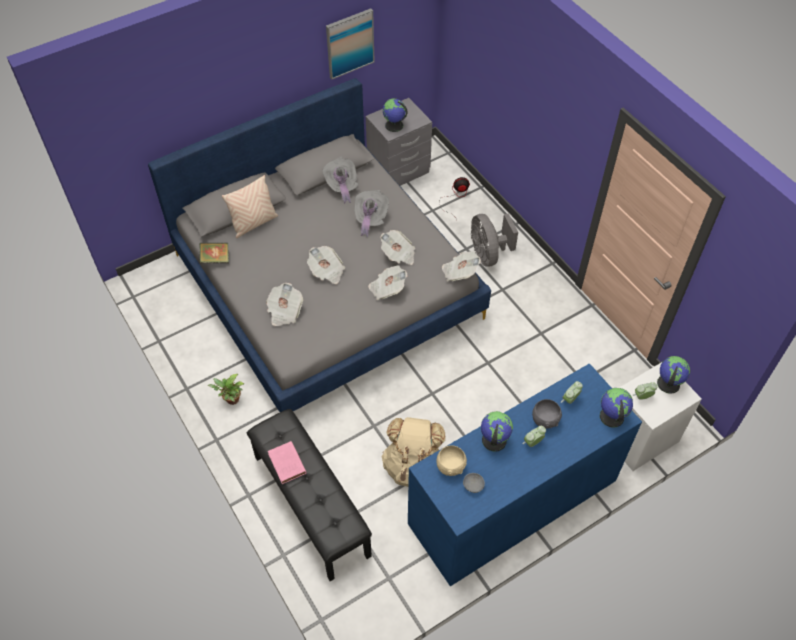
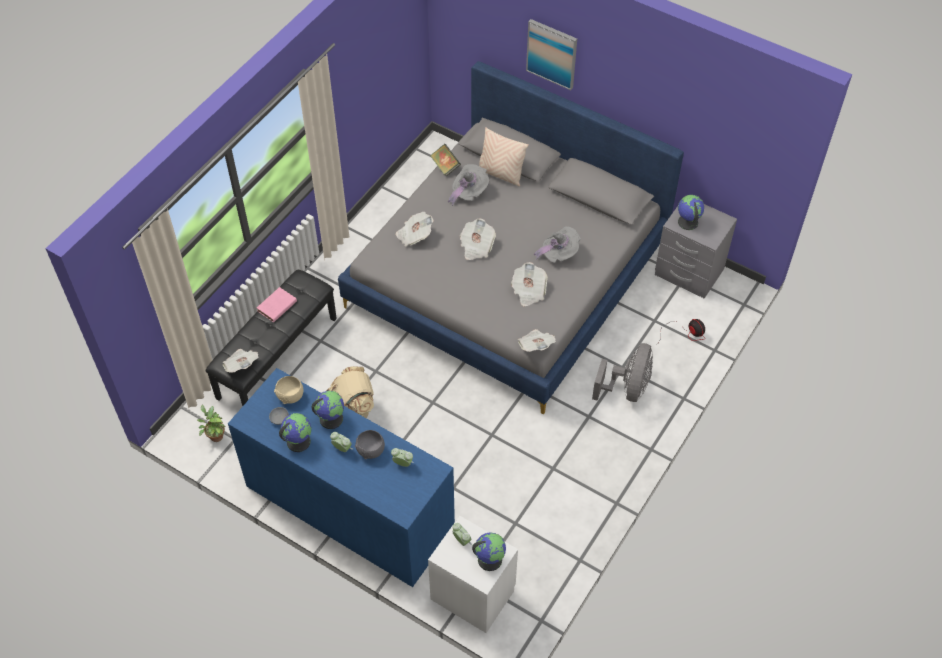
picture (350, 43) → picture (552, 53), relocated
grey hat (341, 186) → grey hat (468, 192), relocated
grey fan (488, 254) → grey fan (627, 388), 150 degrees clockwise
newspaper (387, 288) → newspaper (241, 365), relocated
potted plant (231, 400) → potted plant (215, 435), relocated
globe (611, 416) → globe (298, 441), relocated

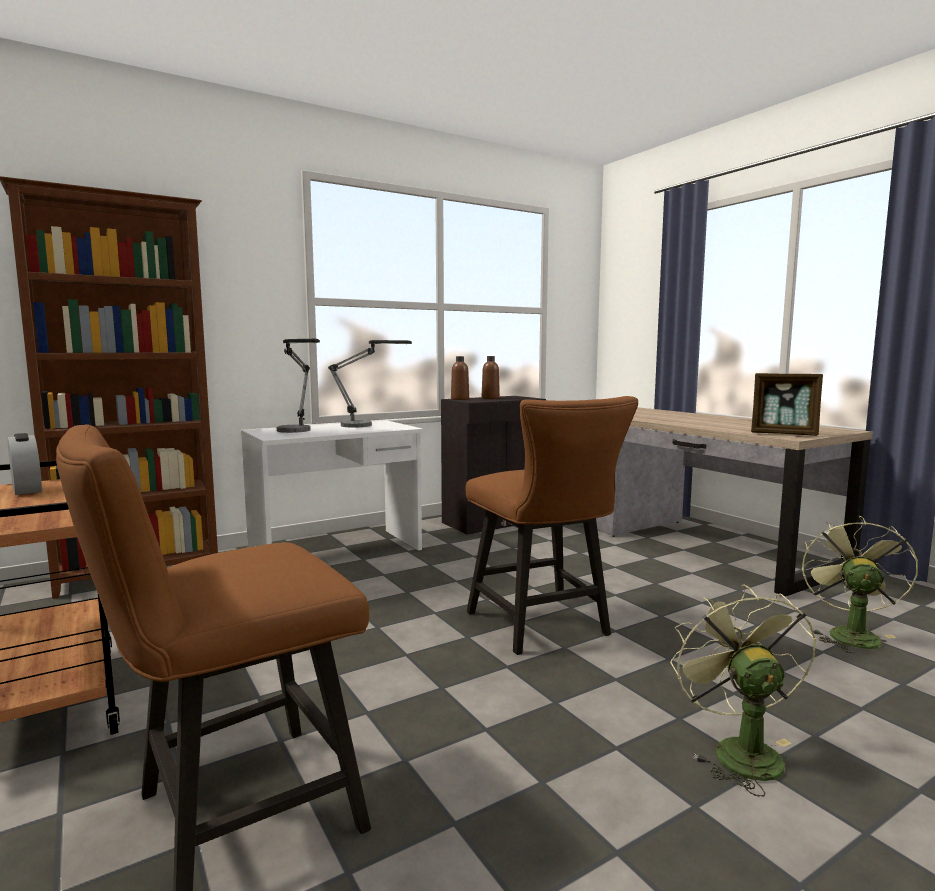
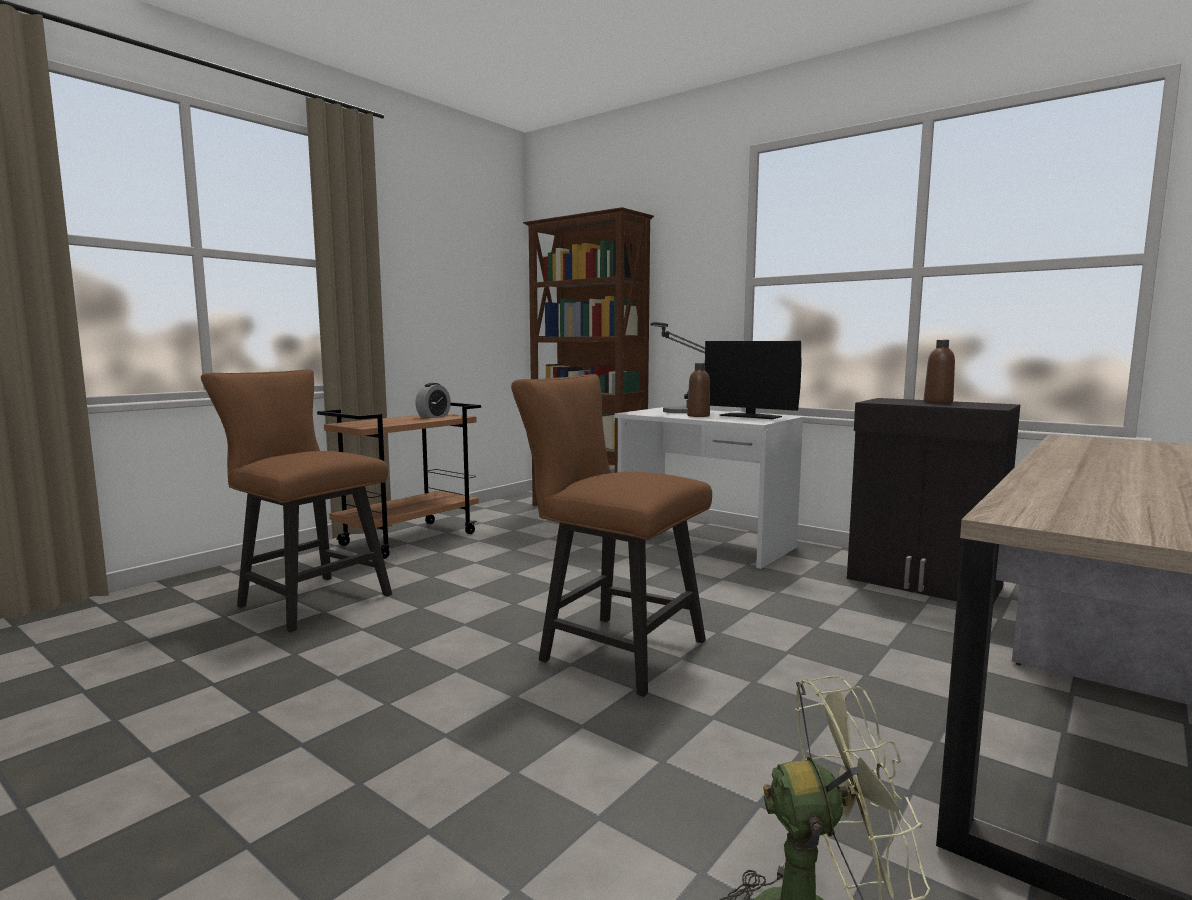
table lamp (366, 425) → monitor (750, 416)
brown bottle (460, 399) → brown bottle (698, 416), relocated
picture frame (784, 434) → -
brown chair (543, 627) → brown chair (612, 649), 75 degrees clockwise
green fan (738, 750) → -

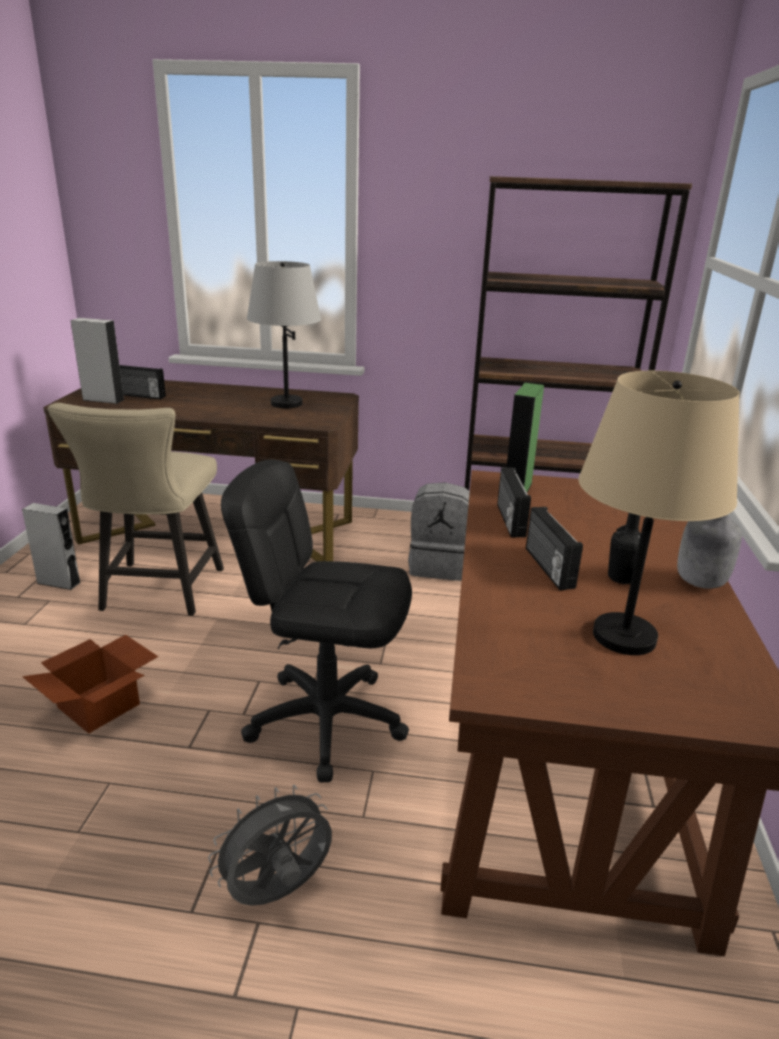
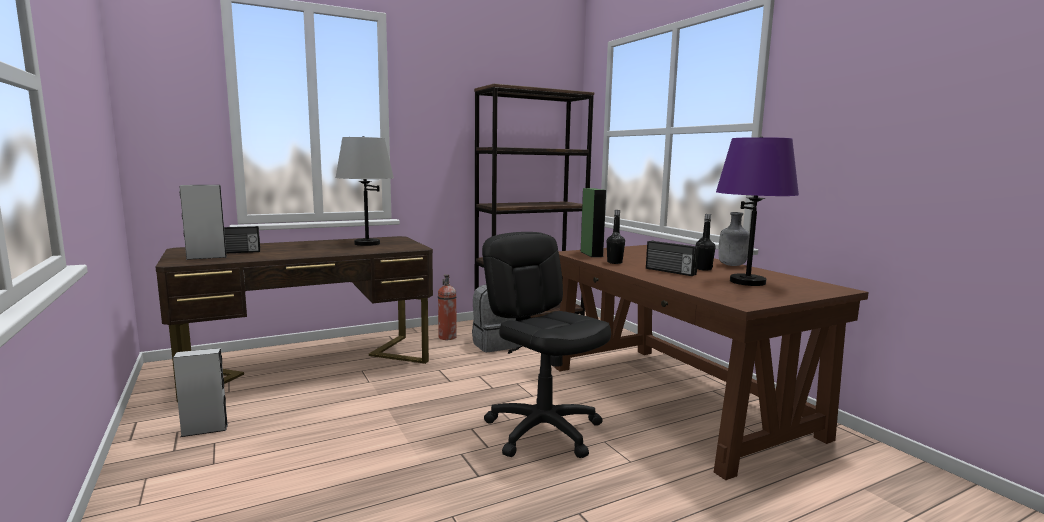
beige table lamp (624, 637) → purple table lamp (748, 282)
beige chair (158, 593) → -
black office chair (326, 720) → black office chair (543, 430), 75 degrees clockwise
radio (509, 520) → black bottle (614, 262)
cardboard box (101, 705) → -
grey fan (278, 893) → -
- → fire extinguisher (447, 337)

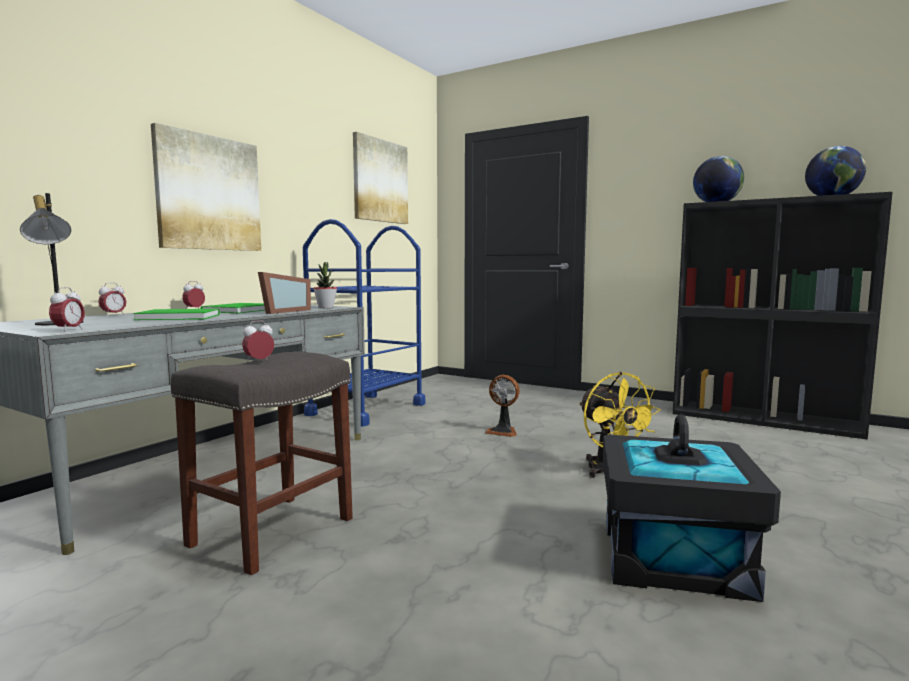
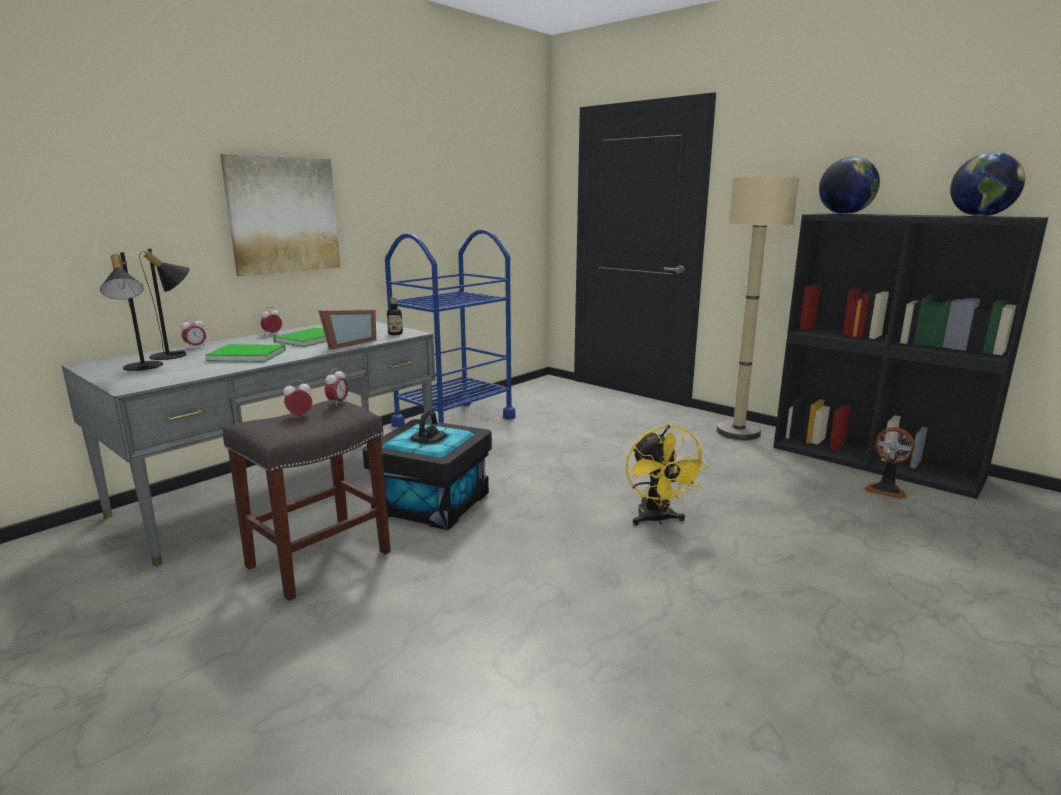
picture (380, 181) → -
potted plant (325, 307) → bottle (395, 334)
alarm clock (69, 330) → alarm clock (338, 403), relocated
fan (503, 432) → fan (886, 490), relocated
black storage box (675, 557) → black storage box (432, 503), relocated
- → beige floor lamp (738, 432)
- → black table lamp (176, 355)

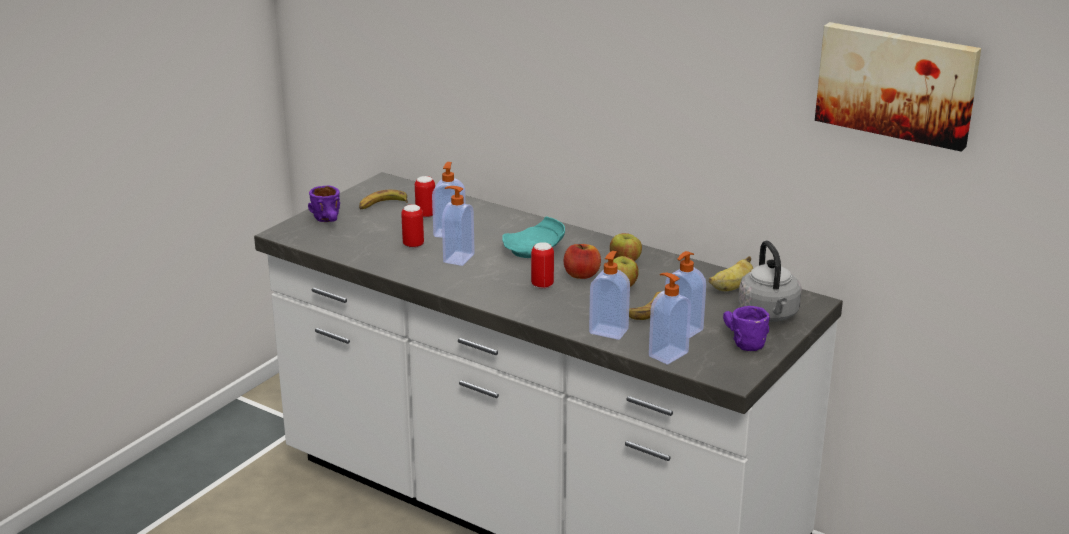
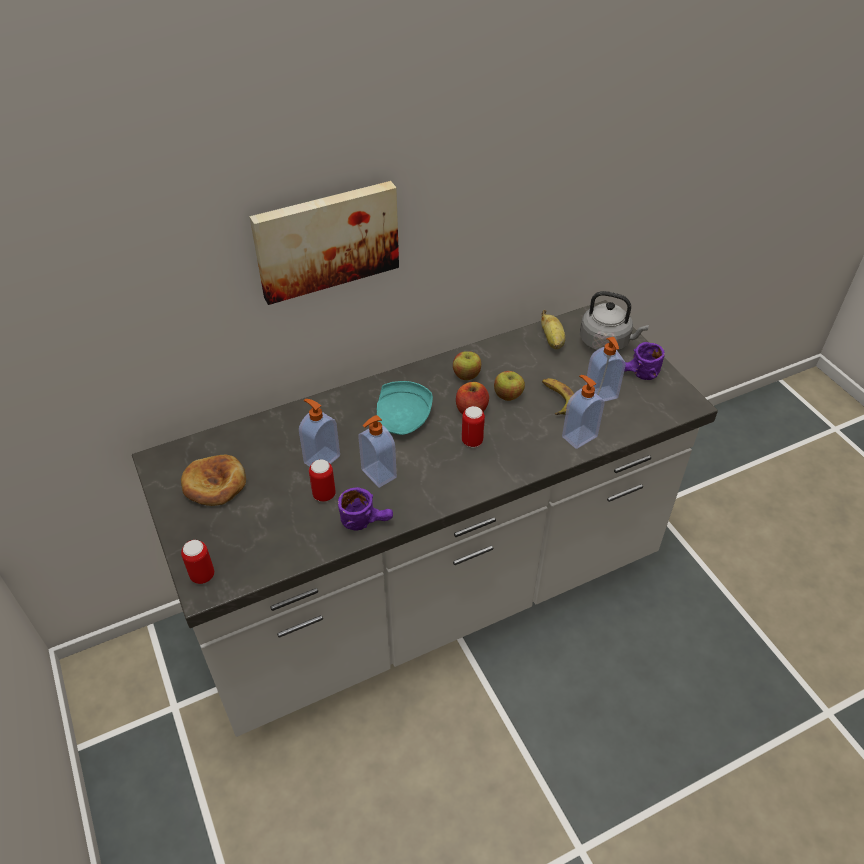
picture (897, 83) → picture (326, 239), relocated
can (426, 215) → can (202, 575), relocated
purple mug (330, 221) → purple mug (367, 520), relocated
banana (382, 205) → bread (215, 483)
soap dispenser (667, 354) → -

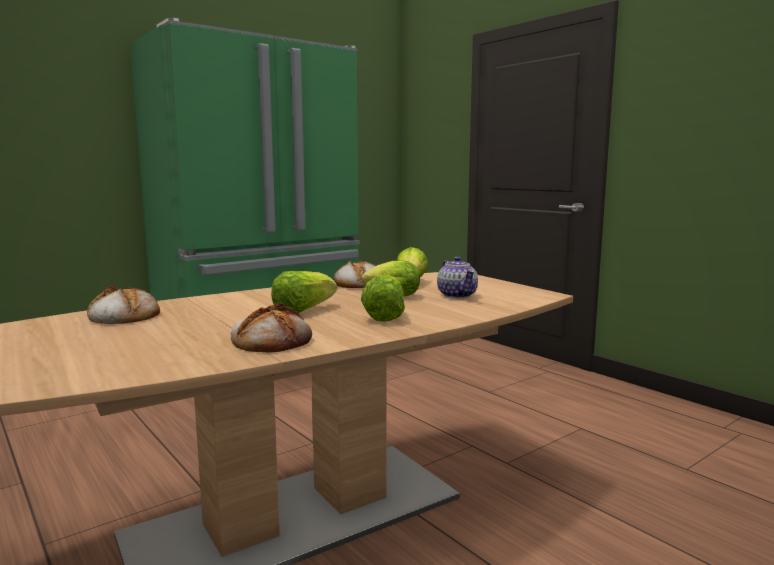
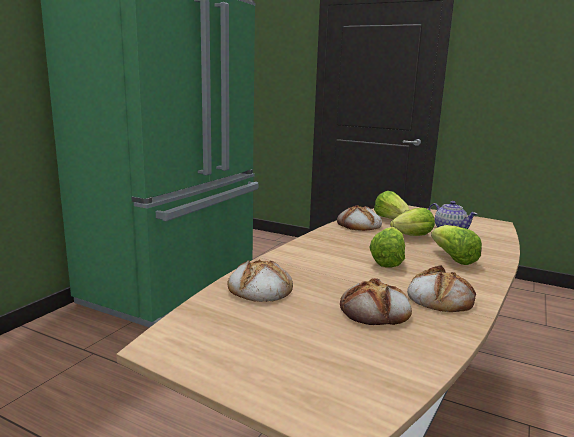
- → bread (375, 310)

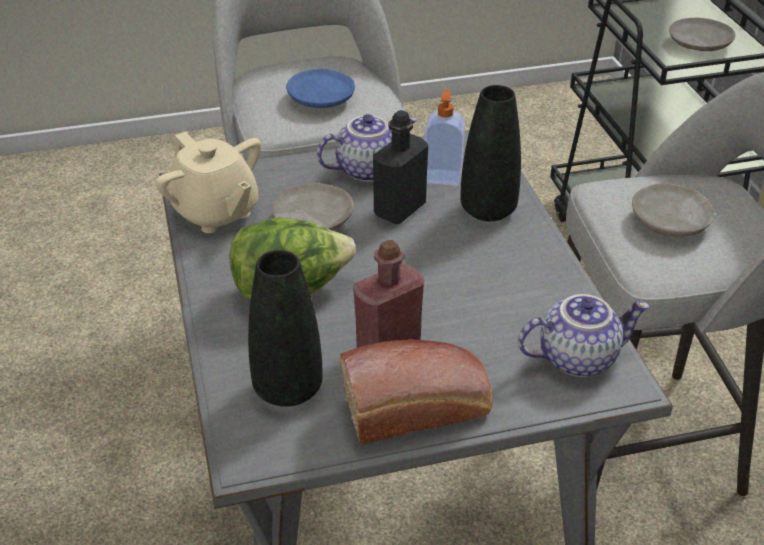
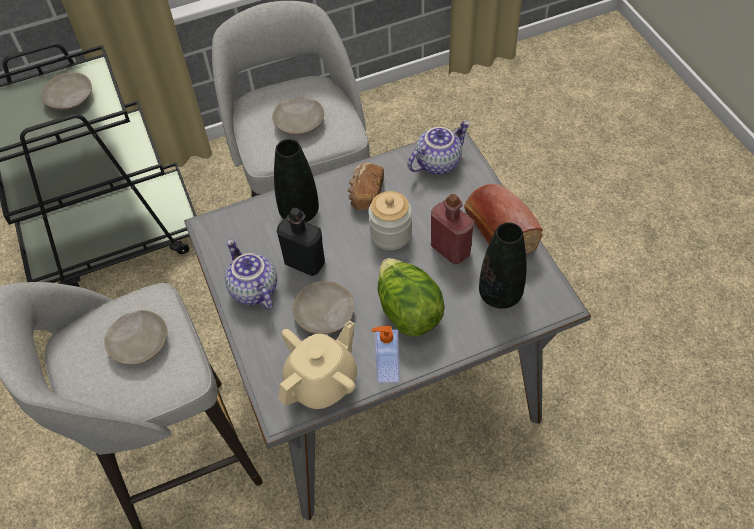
blue plate (322, 99) → beige plate (139, 342)
soap dispenser (442, 176) → soap dispenser (387, 369), relocated
teapot (577, 357) → teapot (437, 162), 75 degrees clockwise
- → bread (365, 194)
- → jar (391, 234)

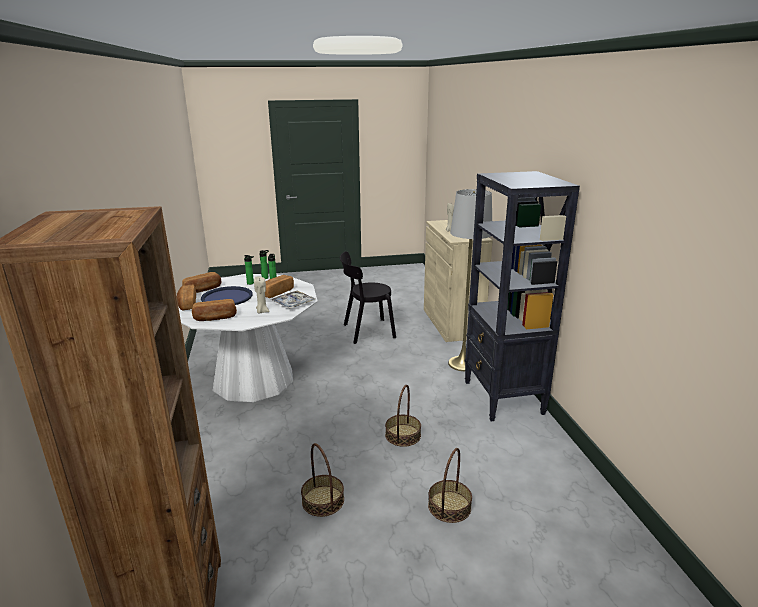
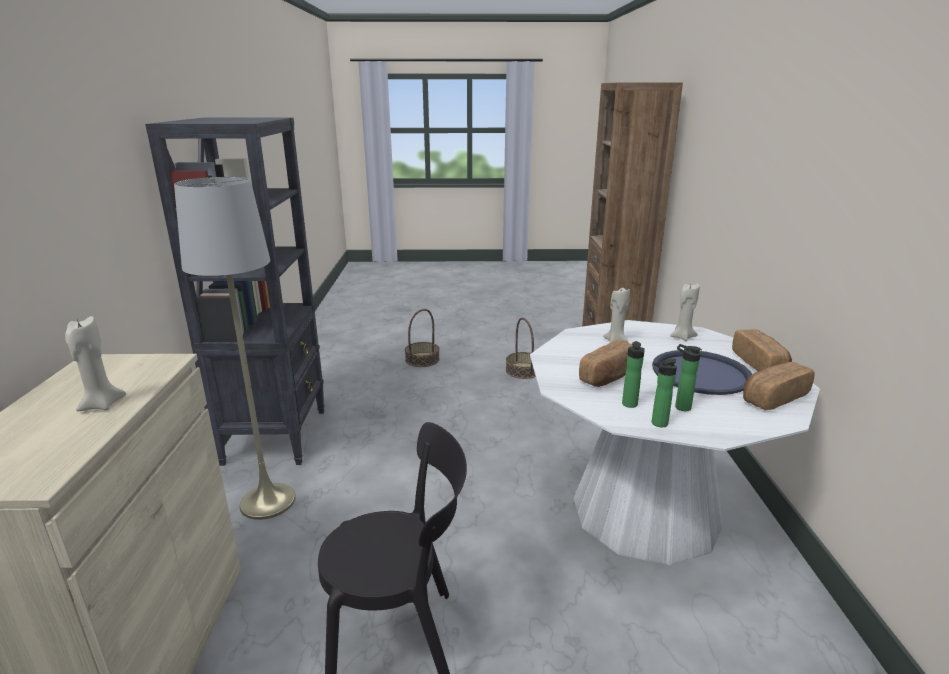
tray (293, 303) → -
bread (215, 318) → beige candle (682, 337)
basket (403, 435) → -

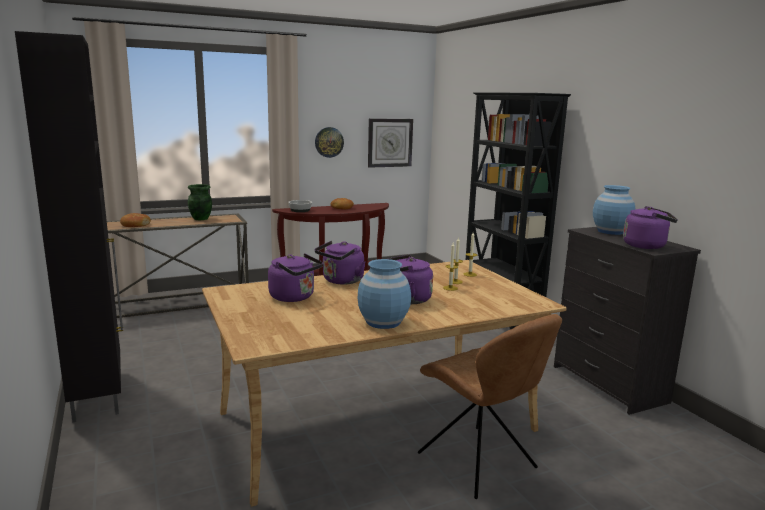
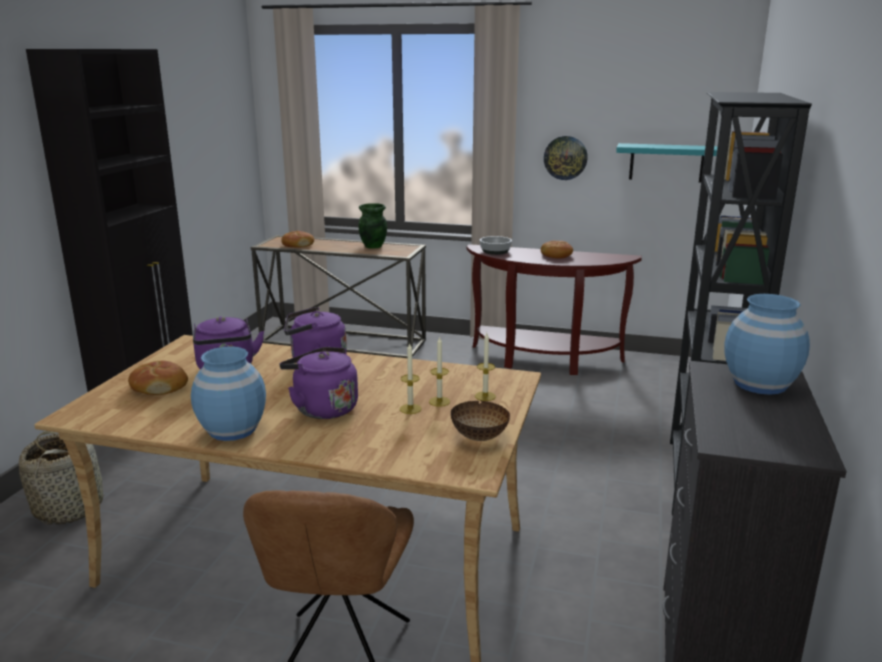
wall clock (390, 142) → turquoise shelf (666, 162)
purple kettle (647, 246) → -
- → bread (159, 386)
- → bowl (480, 437)
- → basket (69, 507)

